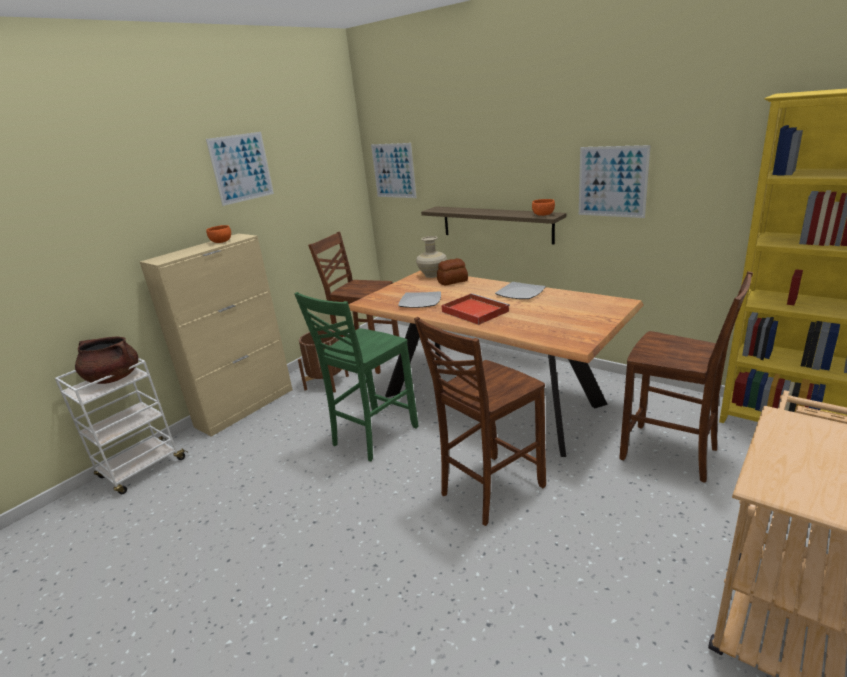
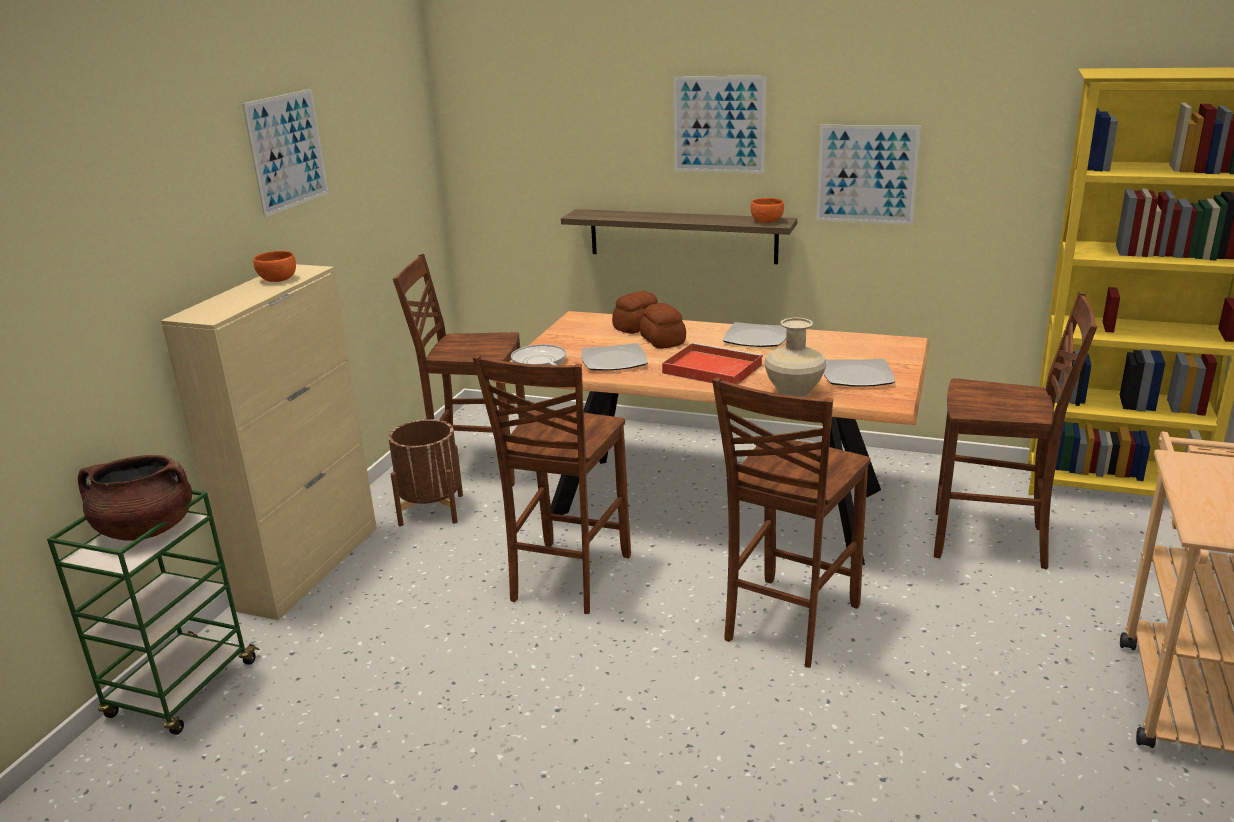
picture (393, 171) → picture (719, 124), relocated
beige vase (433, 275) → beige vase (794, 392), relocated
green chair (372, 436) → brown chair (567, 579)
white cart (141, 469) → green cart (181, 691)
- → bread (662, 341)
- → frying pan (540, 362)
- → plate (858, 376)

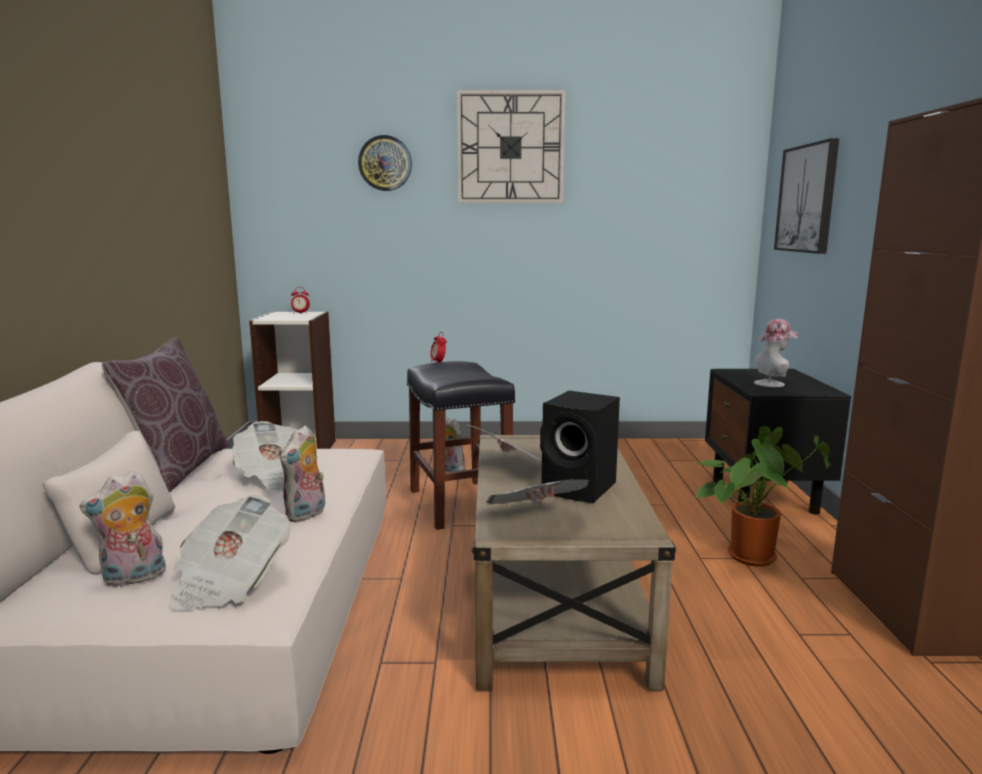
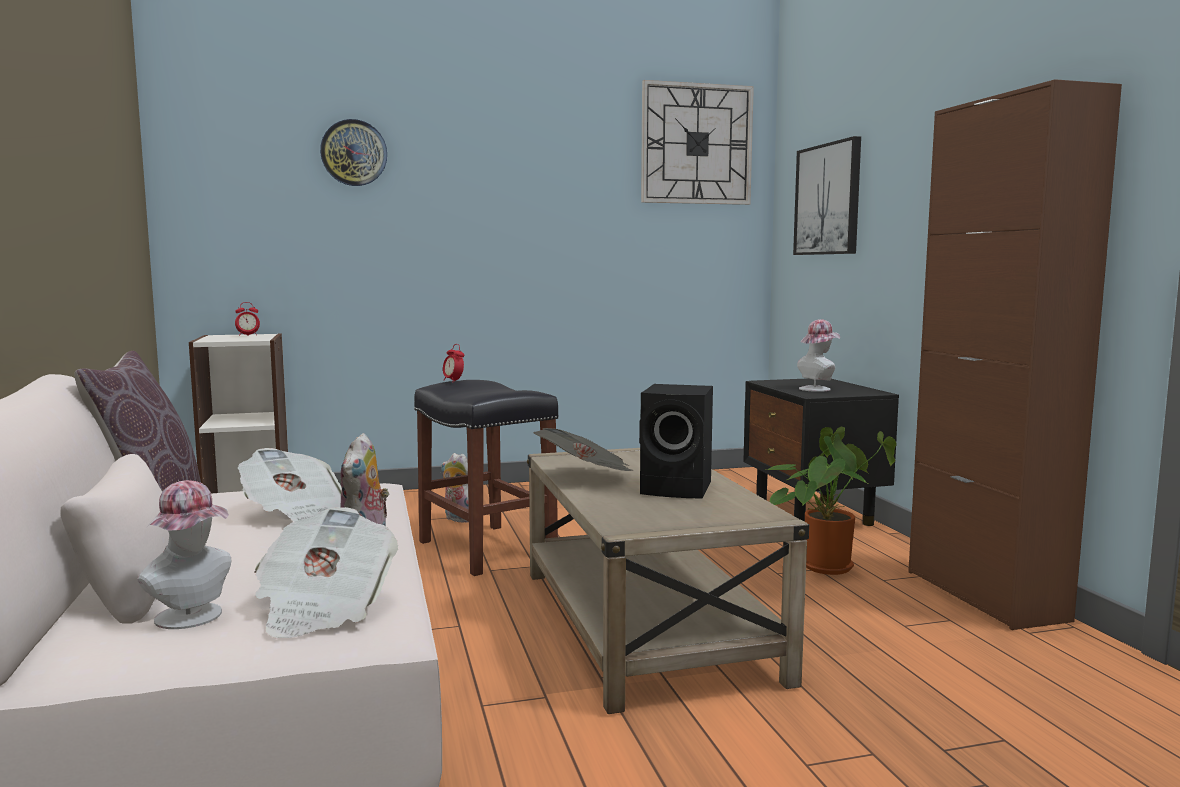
wall clock (510, 148) → wall clock (696, 144), relocated
plush toy (133, 578) → hat (194, 618)
newspaper (535, 520) → -

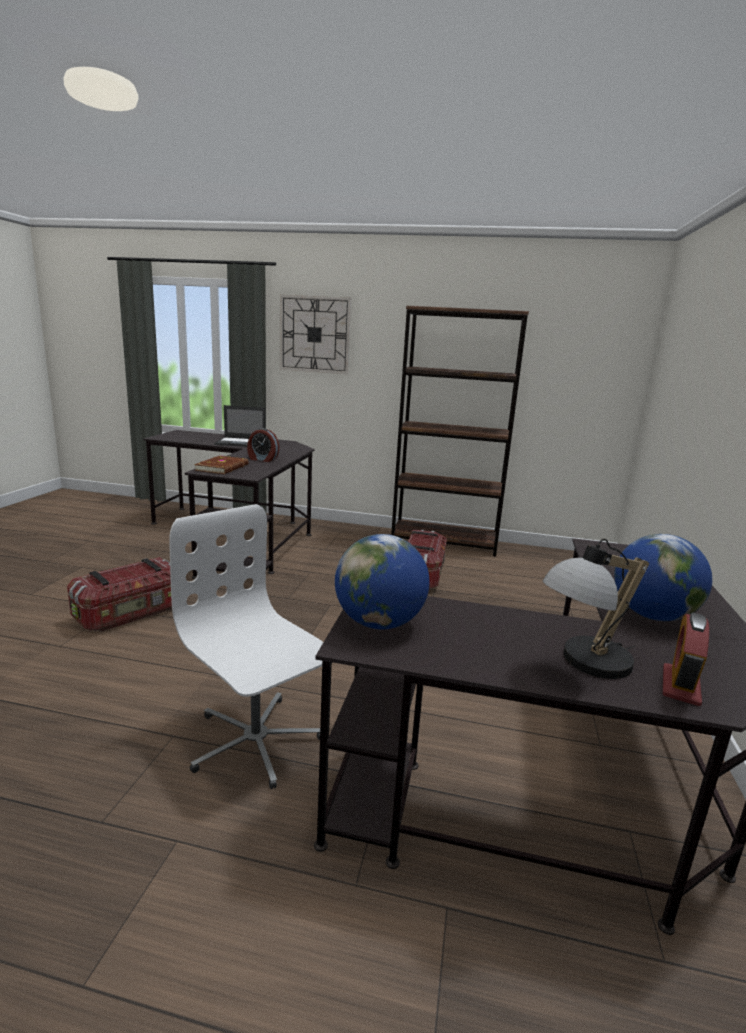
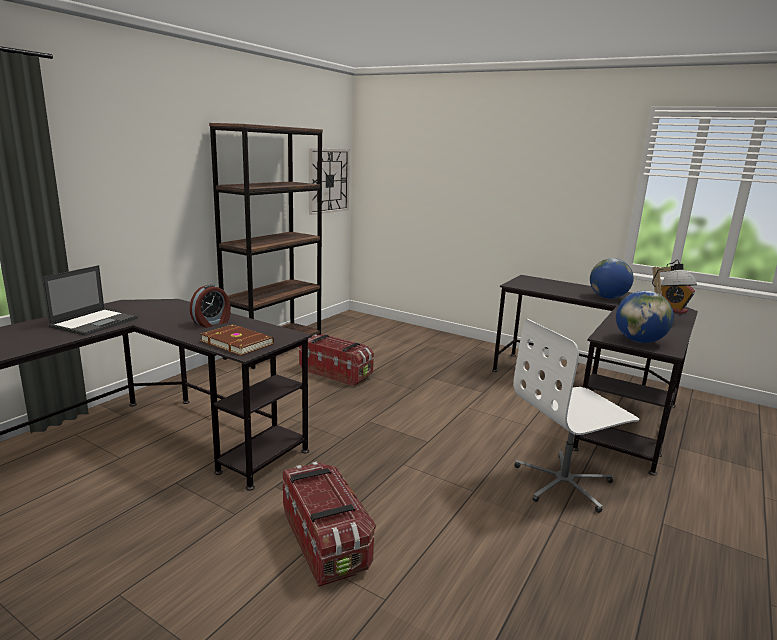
wall clock (314, 334) → wall clock (328, 181), relocated

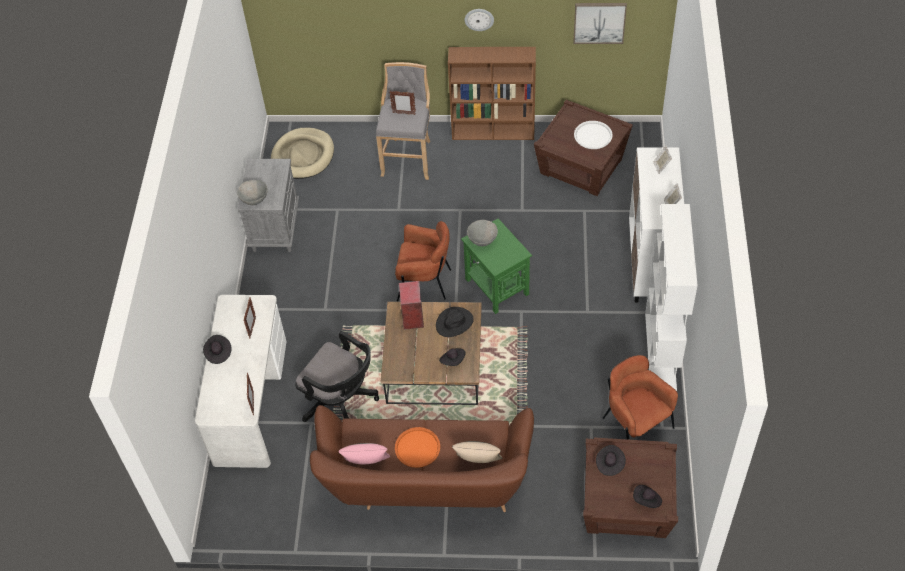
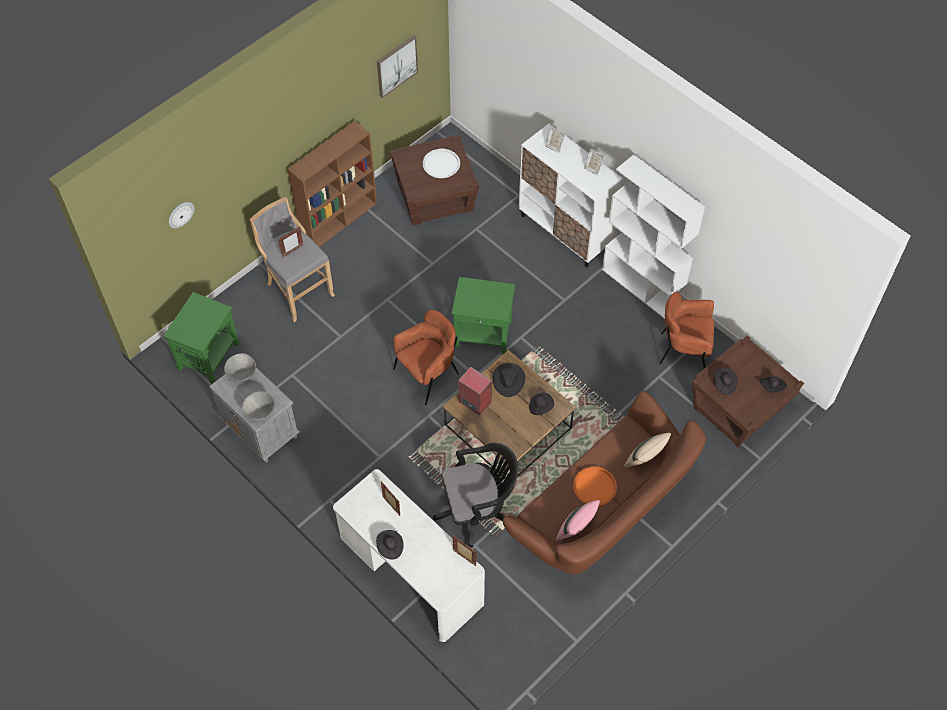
wall clock (479, 19) → wall clock (180, 214), relocated
beige dog bed (303, 156) → green side table (209, 355)
grey bowl (482, 241) → grey bowl (242, 375), relocated

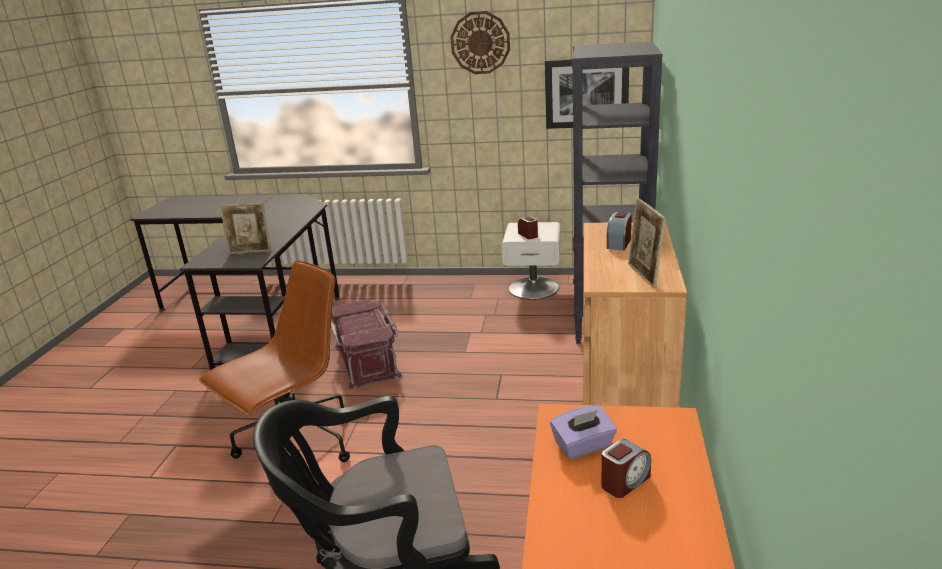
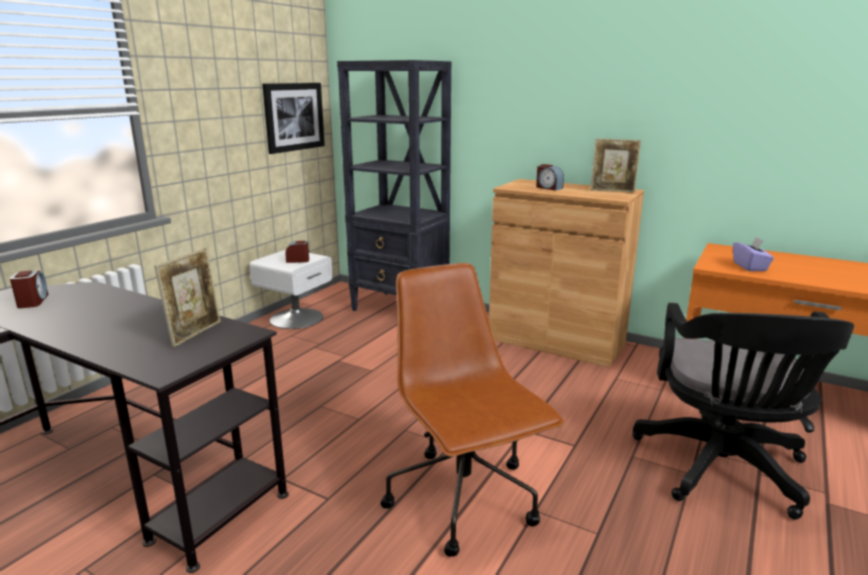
wall clock (480, 43) → -
red storage box (368, 360) → -
alarm clock (625, 482) → alarm clock (33, 301), relocated

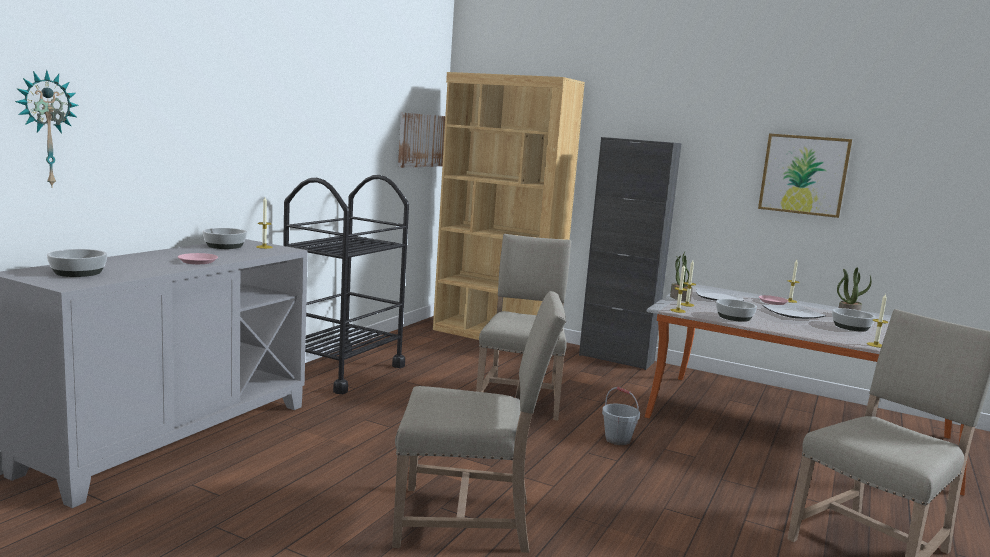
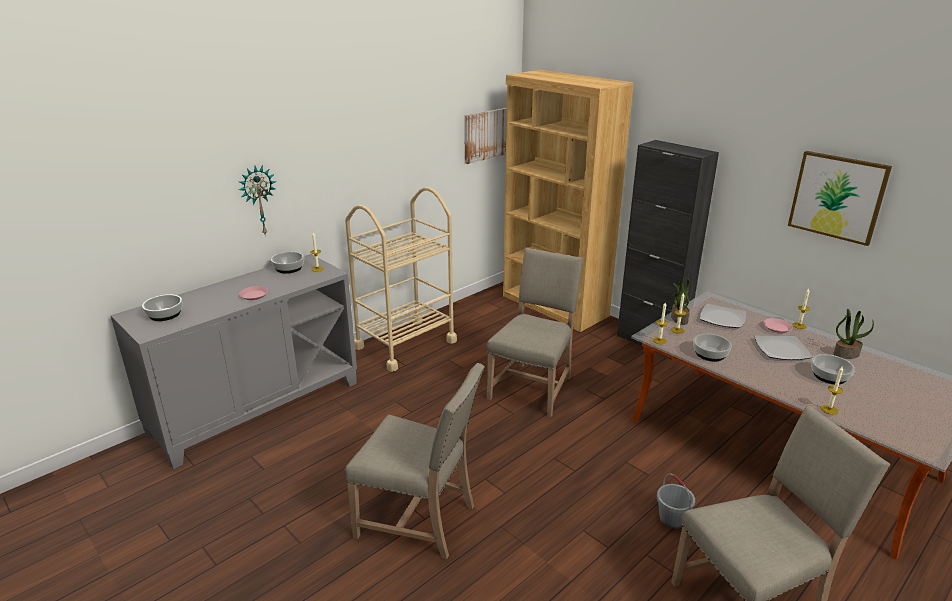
wall clock (46, 129) → wall clock (258, 200), relocated
black cart (342, 371) → beige cart (405, 344)
grey bucket (618, 440) → grey bucket (672, 520), relocated

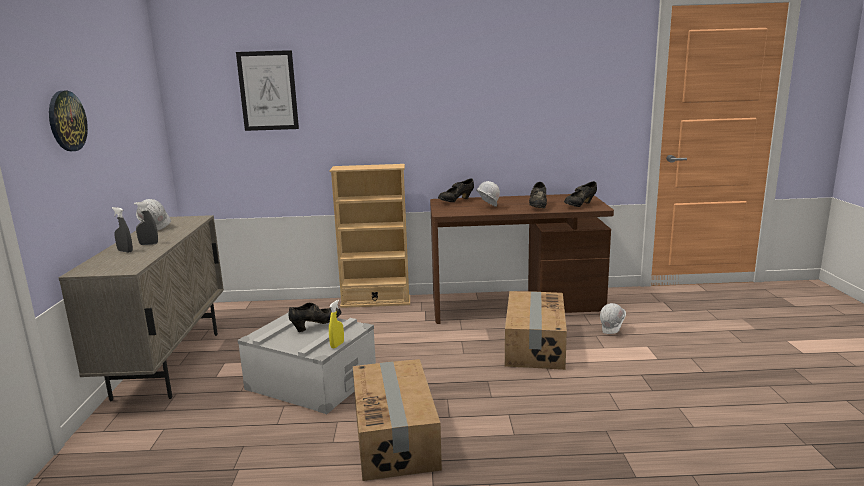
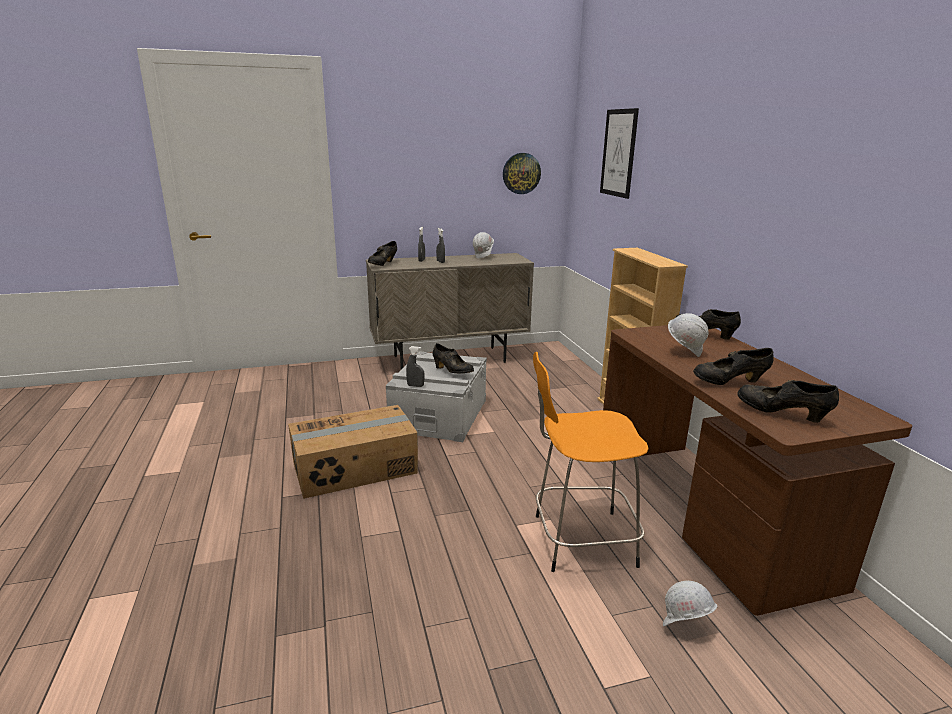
wall clock (66, 121) → wall clock (521, 173), relocated
cardboard box (534, 345) → orange stool (579, 540)
yellow spray bottle (337, 345) → grey spray bottle (415, 386)
- → black shoe (383, 264)

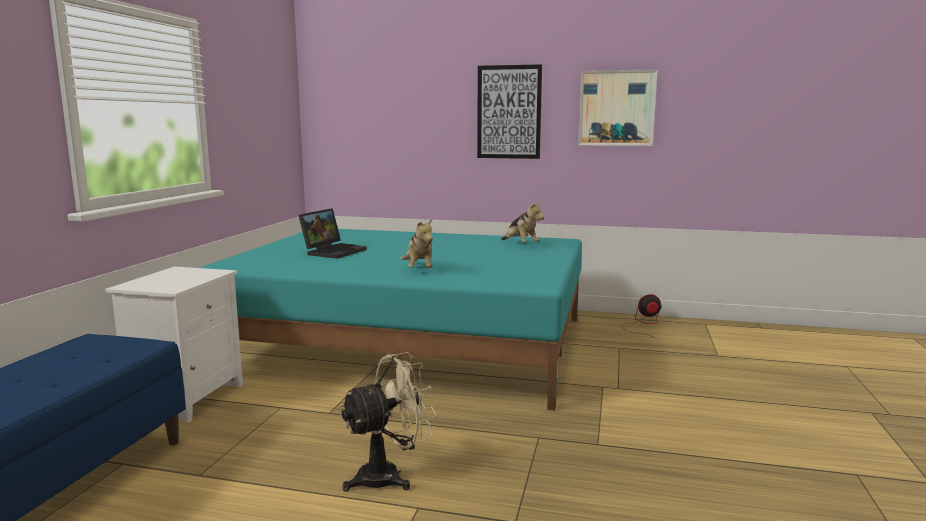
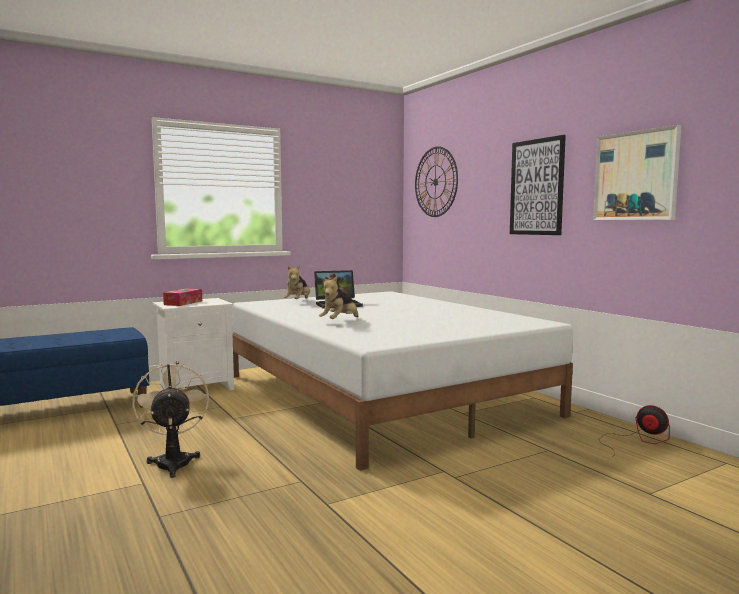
plush toy (520, 245) → plush toy (298, 301), relocated
turquoise bed (409, 342) → white bed (381, 394)
beige fan (389, 476) → beige fan (173, 461), 120 degrees counterclockwise
- → wall clock (435, 182)
- → tissue box (183, 303)

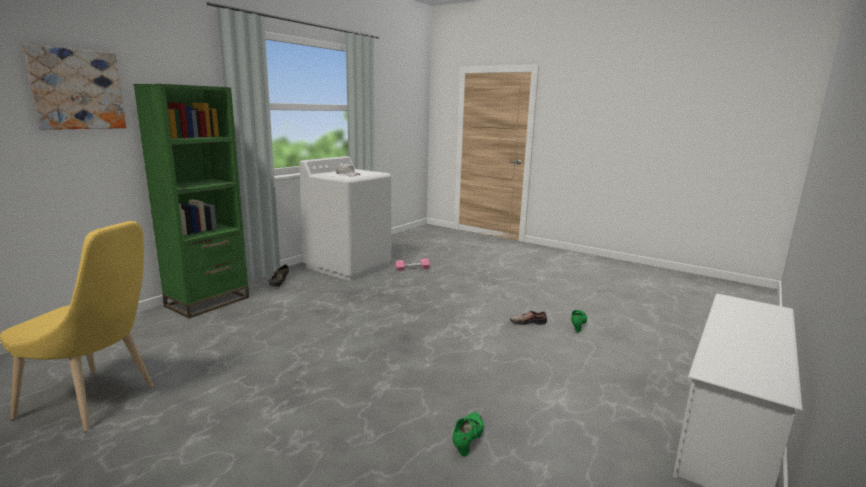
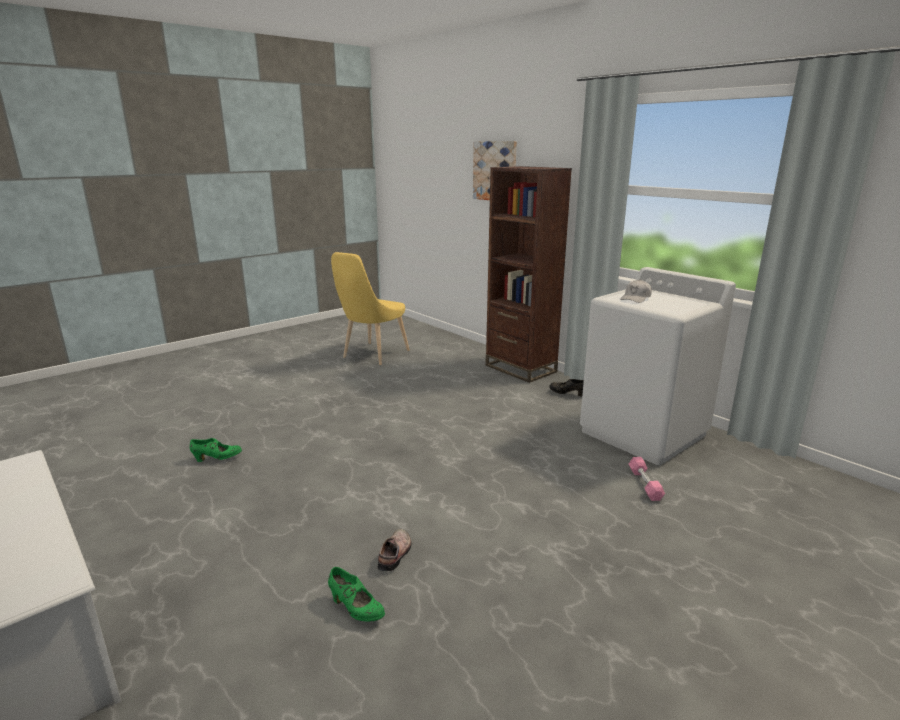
green bookcase (208, 302) → brown bookcase (520, 368)
green shoe (467, 441) → green shoe (217, 459), 45 degrees counterclockwise

